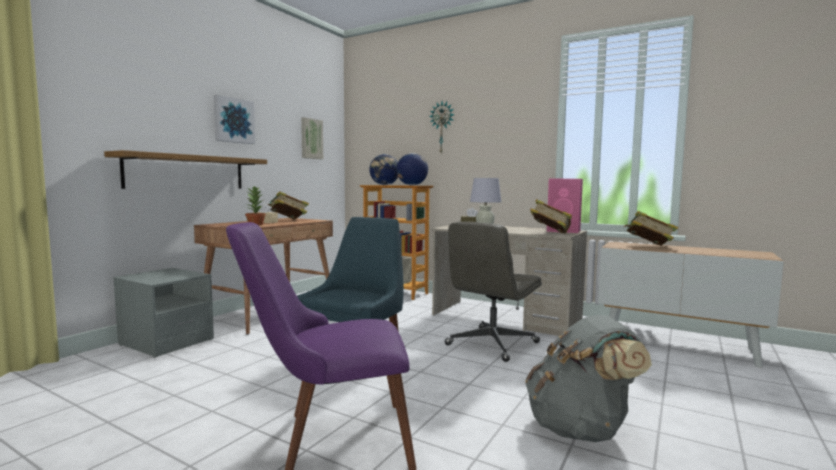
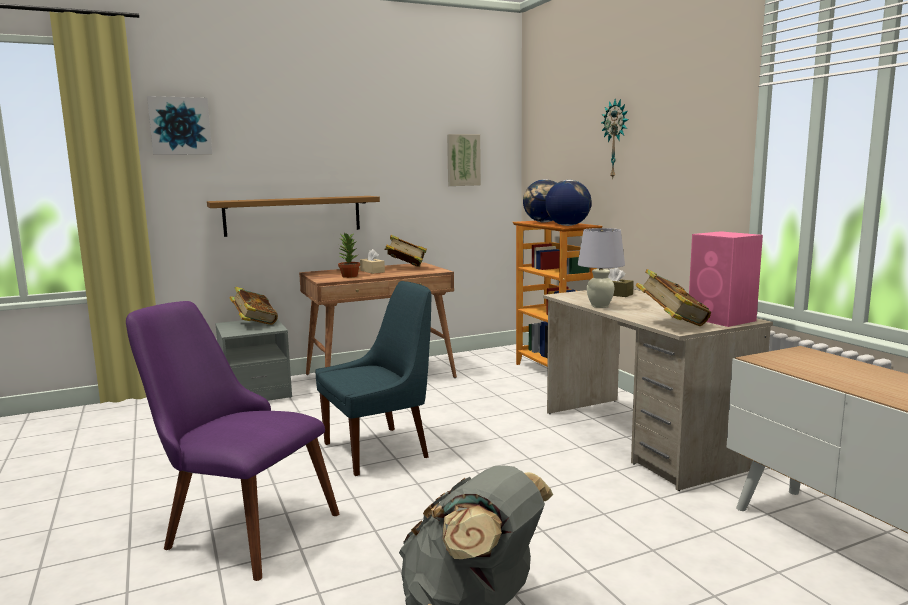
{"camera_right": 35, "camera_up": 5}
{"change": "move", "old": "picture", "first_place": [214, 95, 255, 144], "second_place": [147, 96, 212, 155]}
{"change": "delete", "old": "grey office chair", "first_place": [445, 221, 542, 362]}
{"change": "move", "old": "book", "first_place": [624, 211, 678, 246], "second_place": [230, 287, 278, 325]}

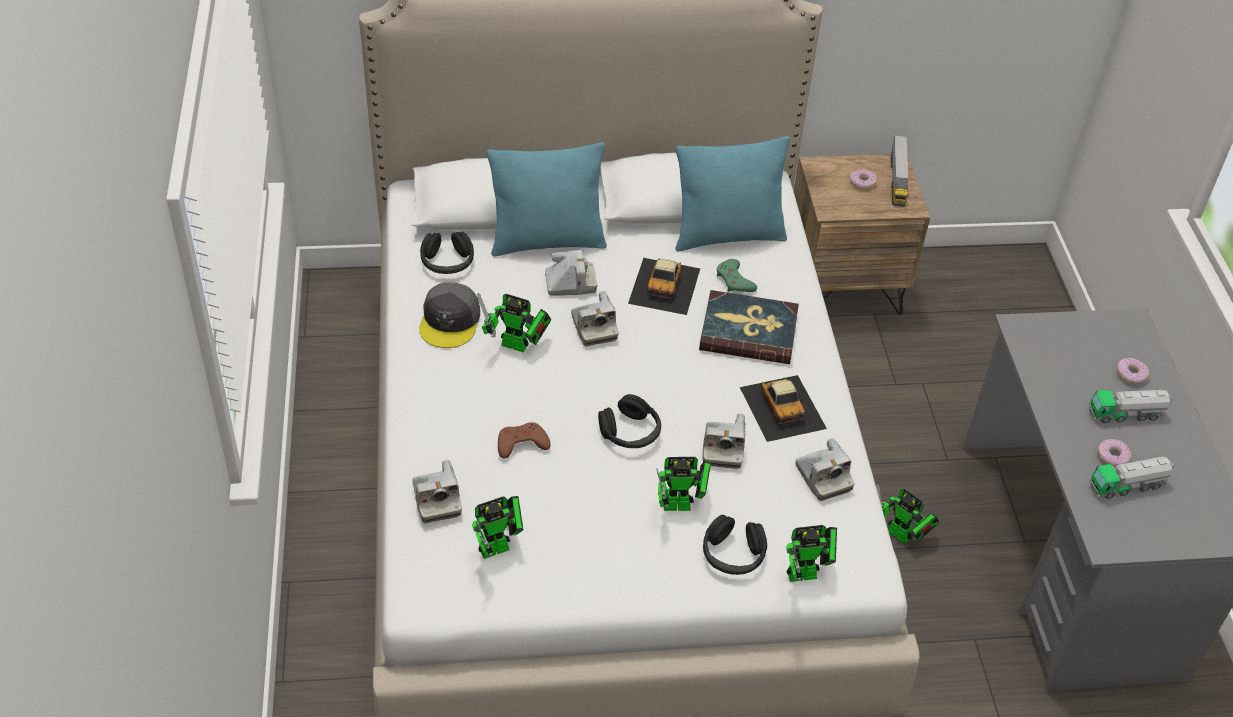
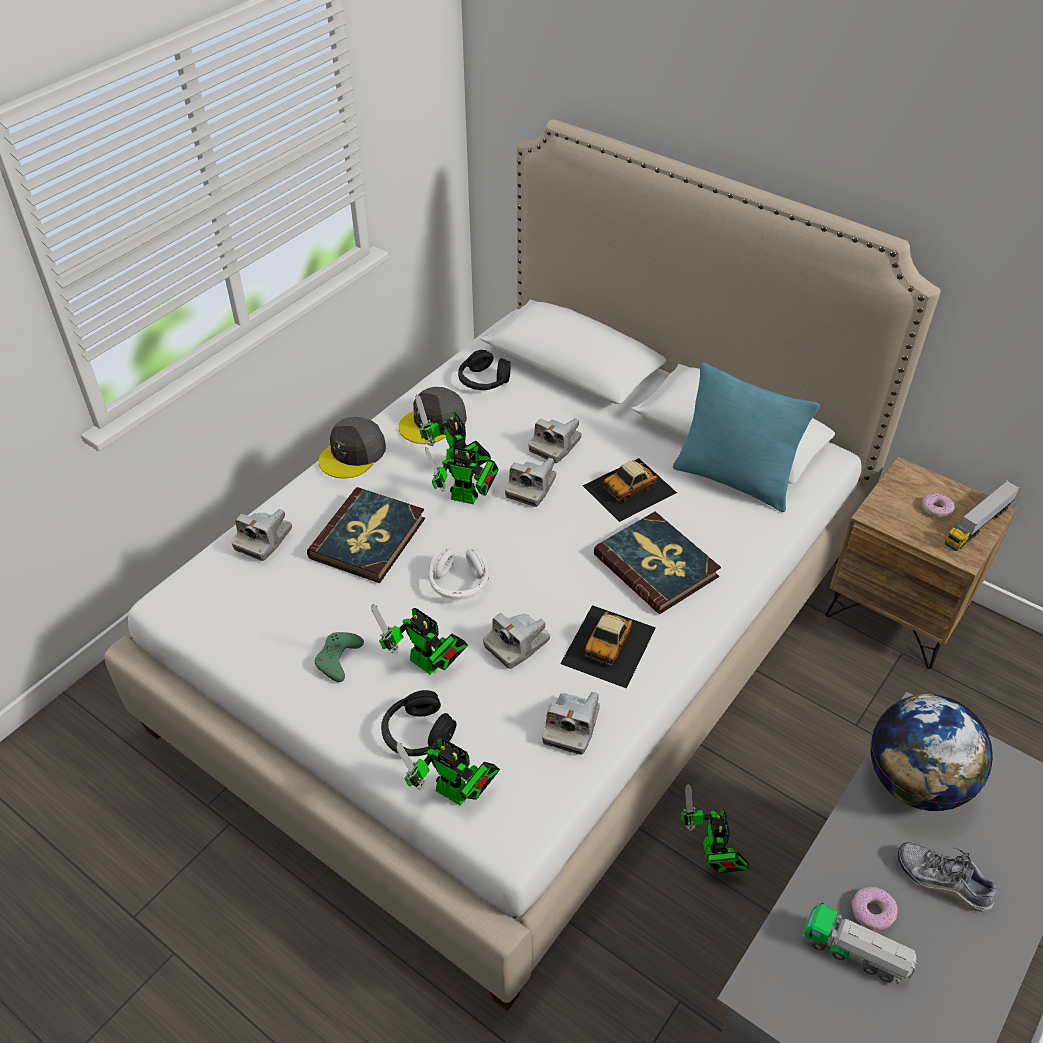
{"camera_right": 45, "camera_up": 0}
{"change": "move", "old": "toy robot", "first_place": [472, 496, 523, 559], "second_place": [425, 447, 499, 504]}
{"change": "delete", "old": "turquoise pillow", "first_place": [487, 142, 607, 256]}
{"change": "replace", "old": "brown game controller", "new": "book", "first_place": [498, 422, 551, 458], "second_place": [307, 487, 425, 583]}
{"change": "rotate", "old": "photo camera", "first_place": [545, 250, 597, 296], "second_place": [528, 418, 582, 463], "degrees": 90}
{"change": "recolor", "old": "black headphones", "new": "white headphones", "first_place": [598, 394, 661, 448], "second_place": [429, 548, 489, 600]}
{"change": "move", "old": "green game controller", "first_place": [717, 259, 757, 292], "second_place": [315, 632, 364, 682]}
{"change": "replace", "old": "toy truck", "new": "shoe", "first_place": [1089, 390, 1173, 423], "second_place": [898, 842, 997, 911]}
{"change": "delete", "old": "donut", "first_place": [1117, 358, 1149, 385]}
{"change": "insert", "new": "grey cap", "second_place": [319, 417, 386, 478]}
{"change": "insert", "new": "globe", "second_place": [870, 694, 993, 811]}

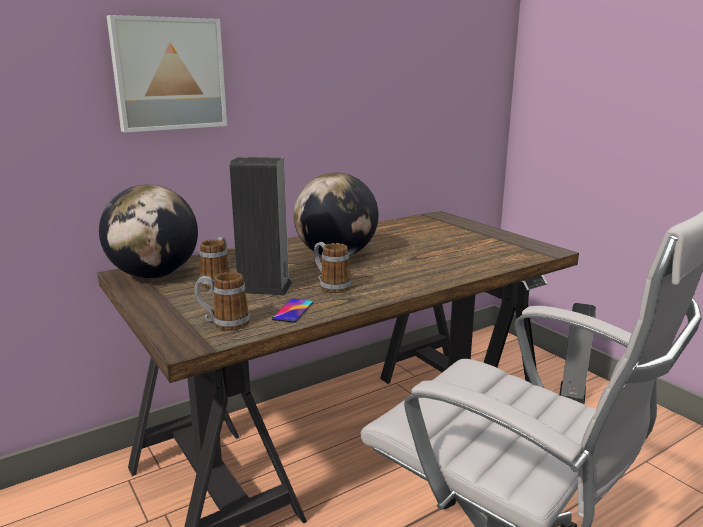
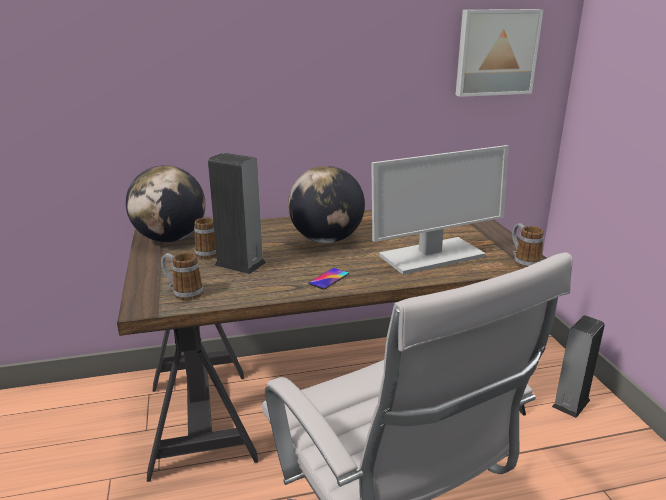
{"camera_right": 20, "camera_up": 5}
{"change": "move", "old": "picture", "first_place": [107, 15, 227, 133], "second_place": [456, 9, 543, 97]}
{"change": "move", "old": "phone", "first_place": [272, 298, 313, 323], "second_place": [308, 268, 349, 289]}
{"change": "move", "old": "mug", "first_place": [314, 242, 351, 293], "second_place": [512, 223, 544, 268]}
{"change": "insert", "new": "monitor", "second_place": [371, 145, 509, 275]}

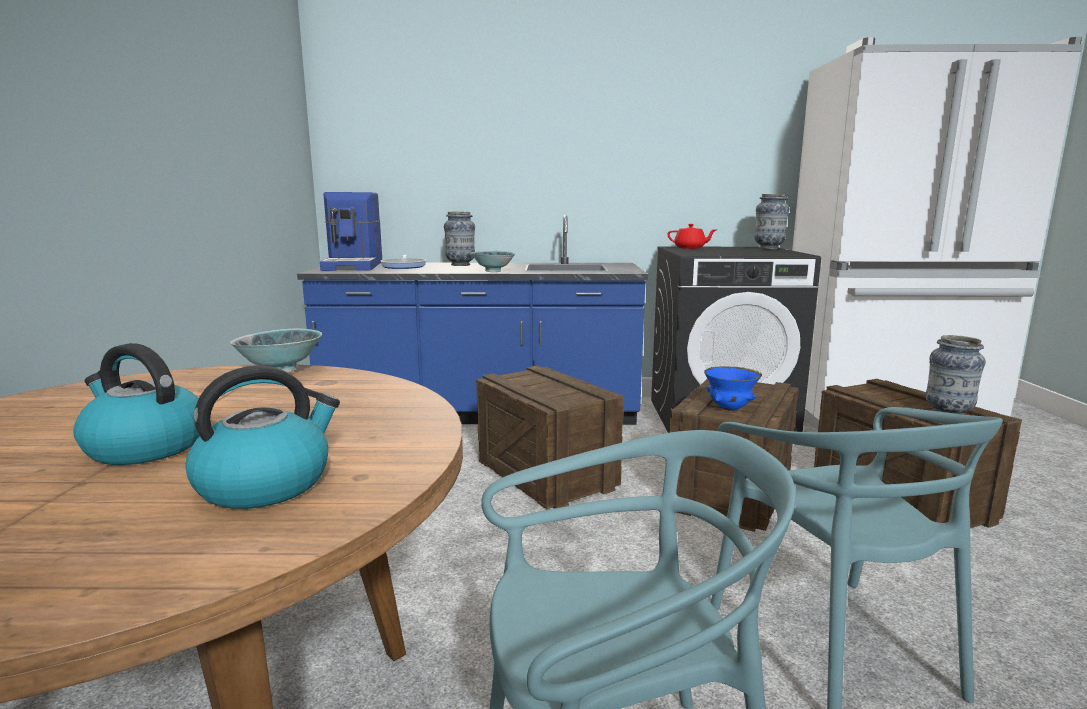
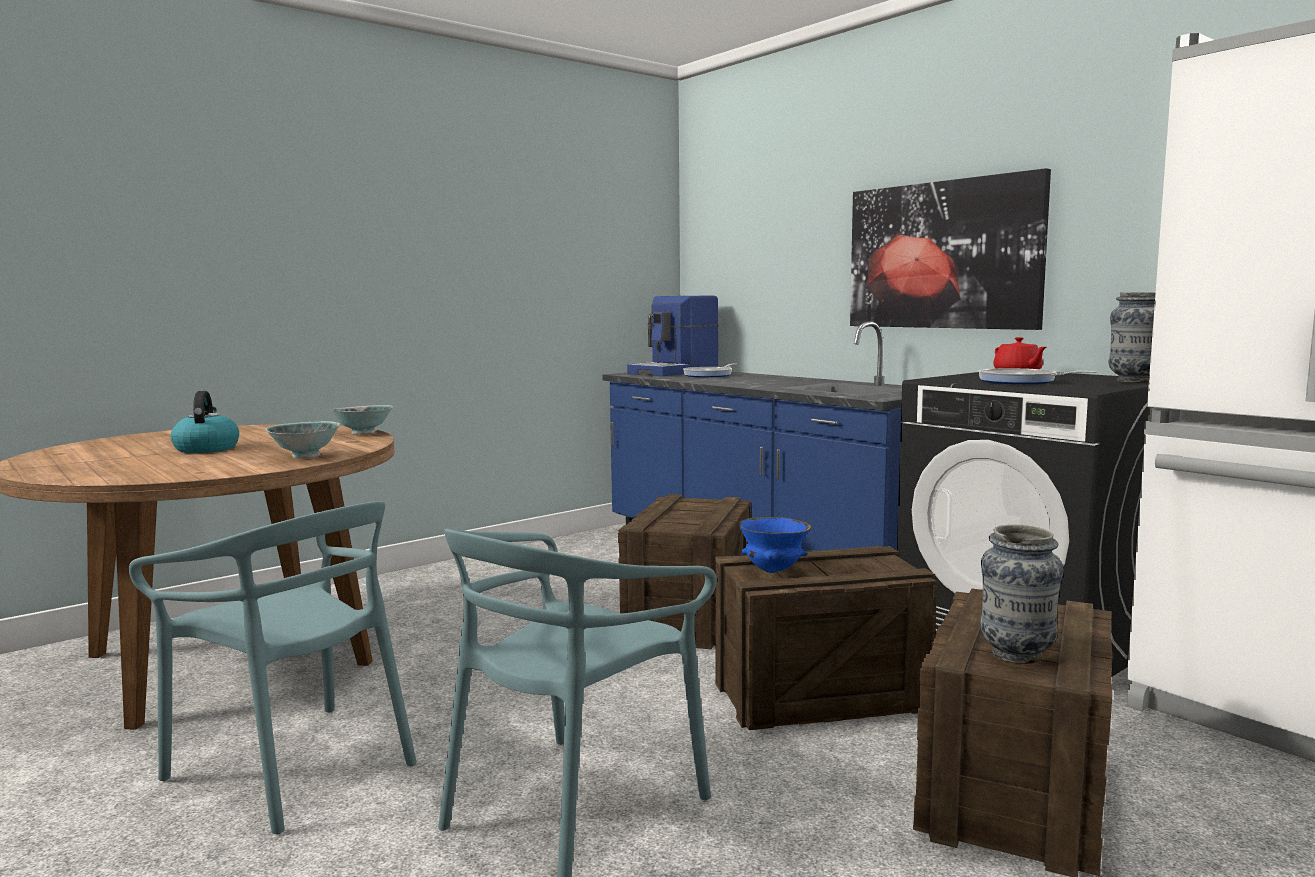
{"camera_right": 50, "camera_up": -5}
{"change": "delete", "old": "kettle", "first_place": [186, 365, 340, 509]}
{"change": "delete", "old": "vase", "first_place": [444, 212, 475, 266]}
{"change": "move", "old": "bowl", "first_place": [471, 251, 515, 272], "second_place": [266, 421, 340, 458]}
{"change": "insert", "new": "picture", "second_place": [850, 168, 1051, 330]}
{"change": "insert", "new": "frying pan", "second_place": [978, 368, 1096, 384]}

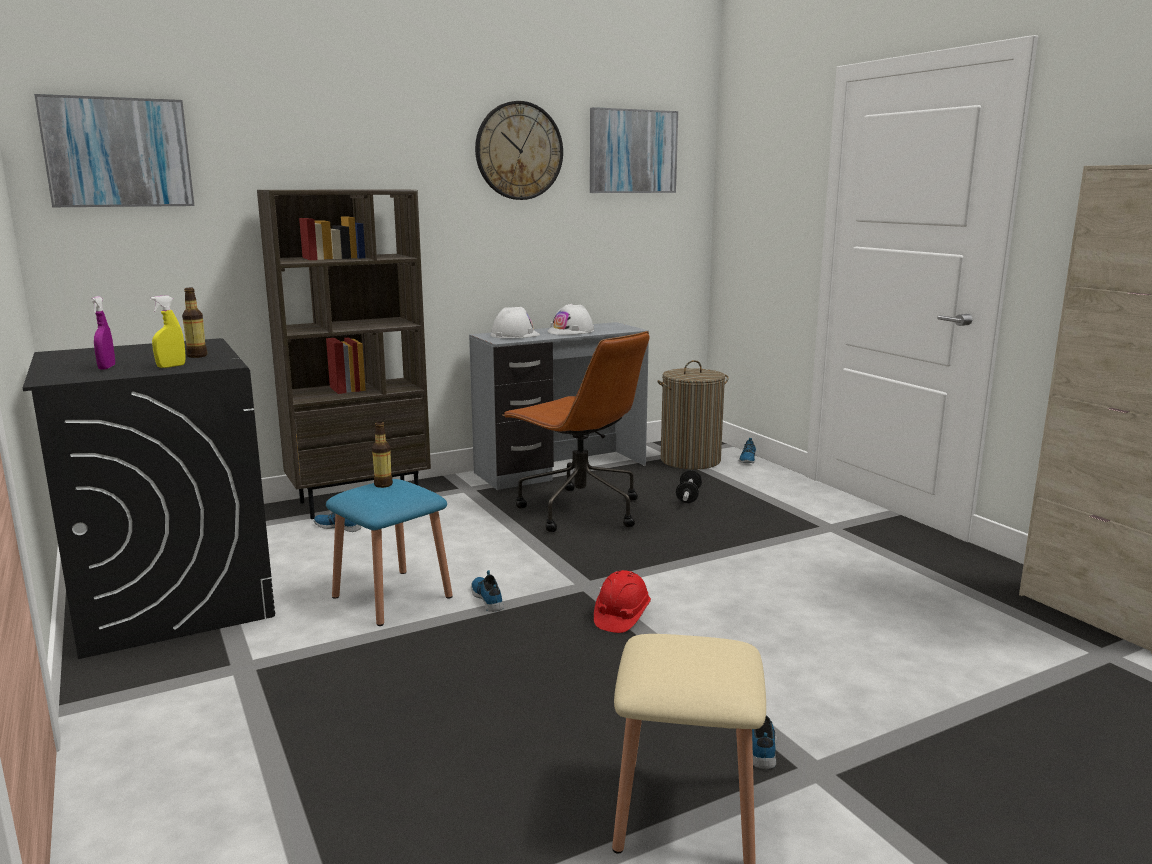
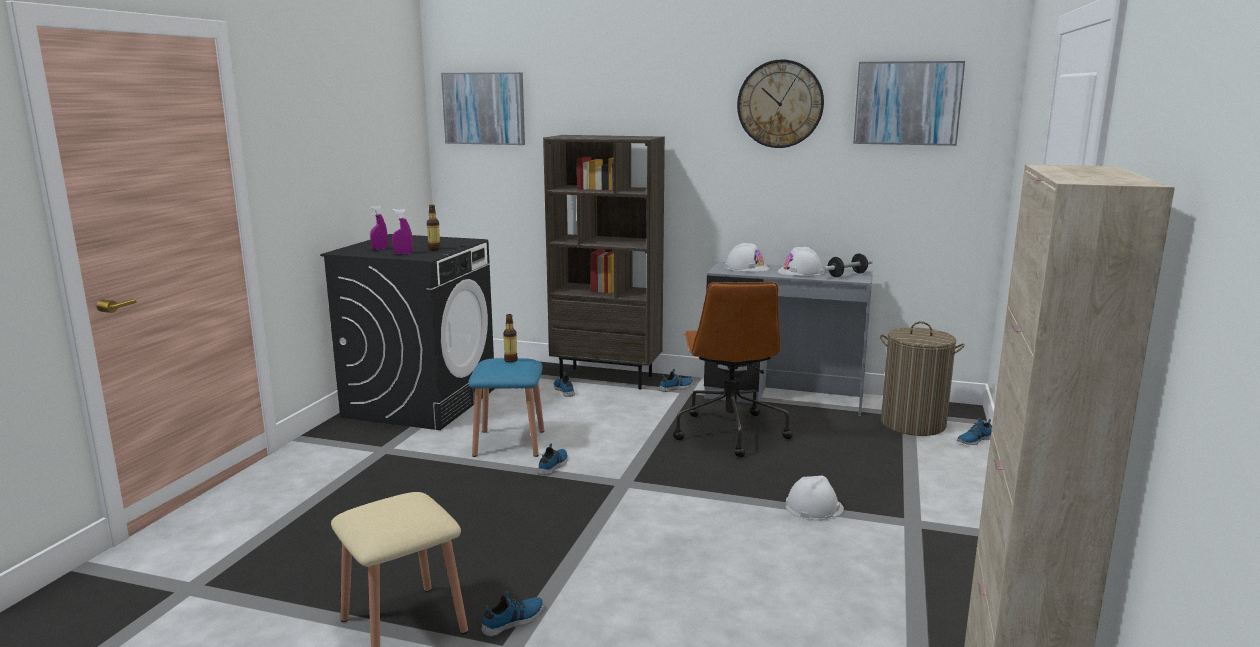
{"camera_right": 45, "camera_up": 0}
{"change": "recolor", "old": "yellow spray bottle", "new": "purple spray bottle", "first_place": [150, 295, 186, 368], "second_place": [392, 209, 413, 254]}
{"change": "delete", "old": "red hard hat", "first_place": [594, 570, 651, 633]}
{"change": "move", "old": "dumbbell", "first_place": [676, 470, 702, 503], "second_place": [822, 254, 873, 277]}
{"change": "insert", "new": "shoe", "second_place": [659, 369, 693, 392]}
{"change": "insert", "new": "white hard hat", "second_place": [785, 476, 844, 520]}

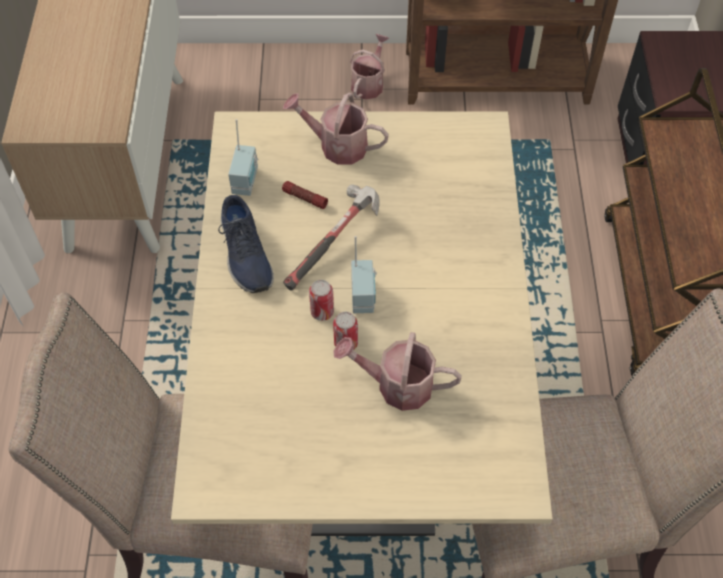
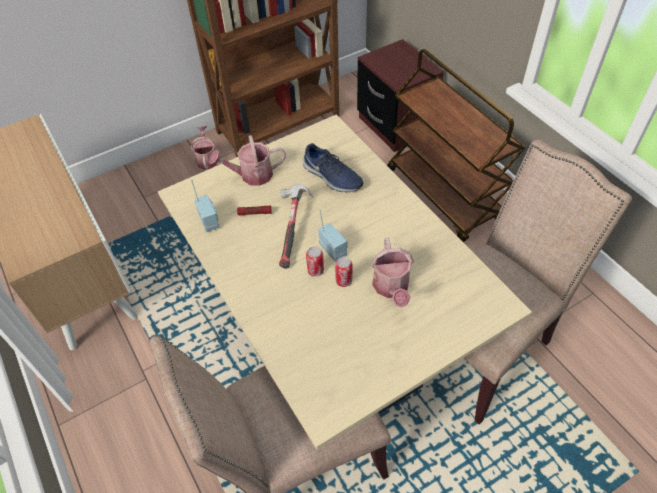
{"camera_right": -30, "camera_up": -5}
{"change": "move", "old": "blue shoe", "first_place": [218, 195, 274, 293], "second_place": [302, 143, 364, 192]}
{"change": "rotate", "old": "watering can", "first_place": [333, 332, 462, 411], "second_place": [371, 238, 414, 308], "degrees": -75}

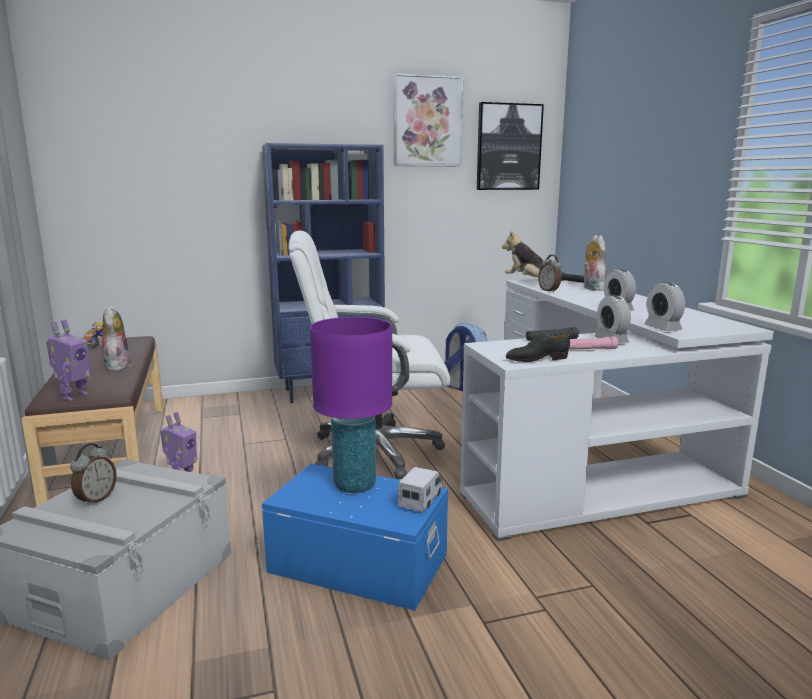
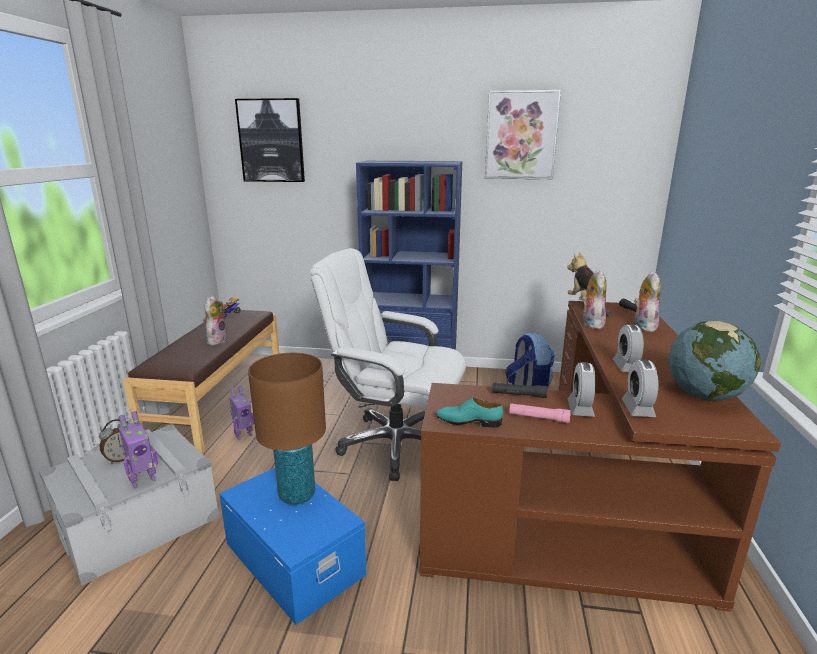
{"camera_right": 25, "camera_up": 5}
{"change": "move", "old": "toy robot", "first_place": [46, 320, 91, 401], "second_place": [119, 411, 158, 488]}
{"change": "recolor", "old": "purple table lamp", "new": "brown table lamp", "first_place": [310, 317, 392, 493], "second_place": [248, 353, 326, 505]}
{"change": "delete", "old": "toy truck", "first_place": [398, 467, 443, 512]}
{"change": "recolor", "old": "white desk", "new": "brown desk", "first_place": [460, 279, 774, 541], "second_place": [420, 301, 781, 612]}
{"change": "move", "old": "picture", "first_place": [477, 102, 544, 190], "second_place": [235, 98, 305, 182]}
{"change": "recolor", "old": "black shoe", "new": "turquoise shoe", "first_place": [506, 333, 570, 362], "second_place": [436, 398, 503, 428]}
{"change": "replace", "old": "alarm clock", "new": "plush toy", "first_place": [538, 255, 562, 293], "second_place": [581, 269, 607, 329]}
{"change": "insert", "new": "globe", "second_place": [668, 321, 761, 401]}

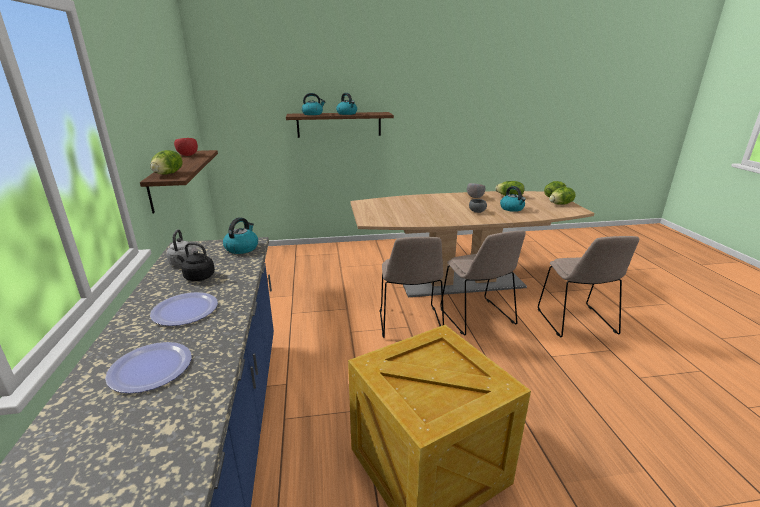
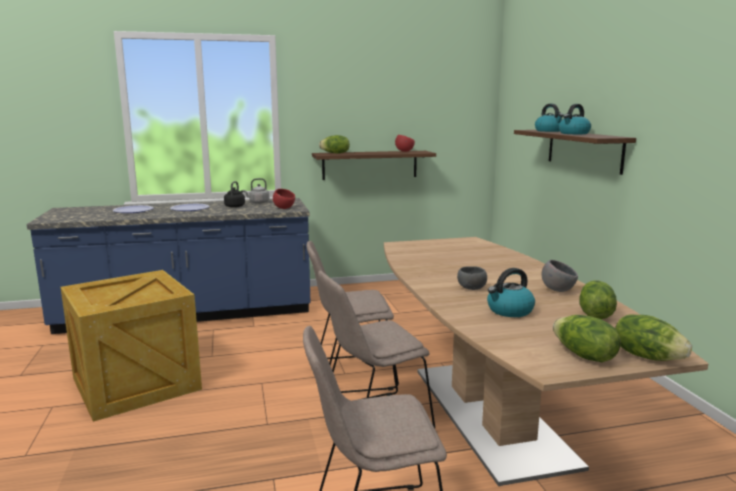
{"camera_right": 85, "camera_up": -10}
{"change": "replace", "old": "kettle", "new": "red bowl", "first_place": [223, 217, 258, 254], "second_place": [273, 189, 295, 209]}

